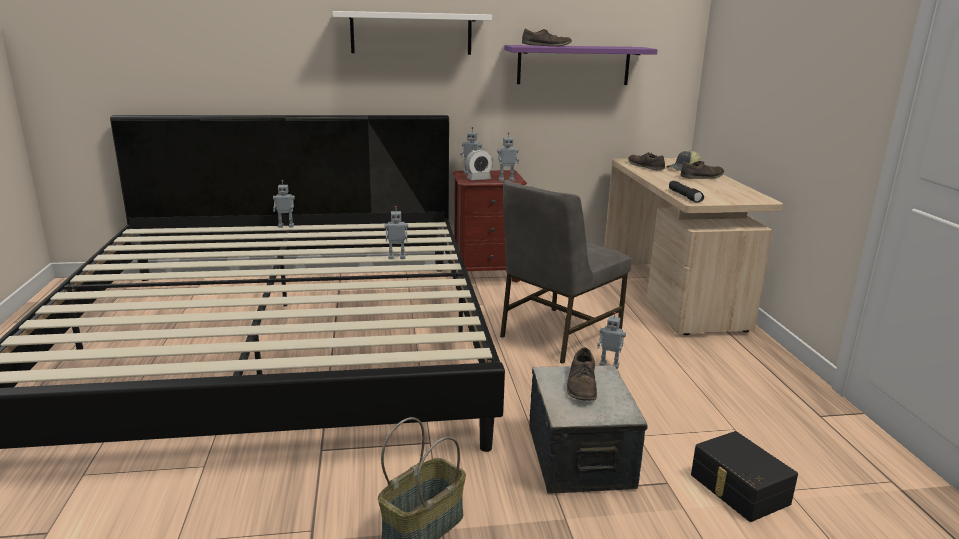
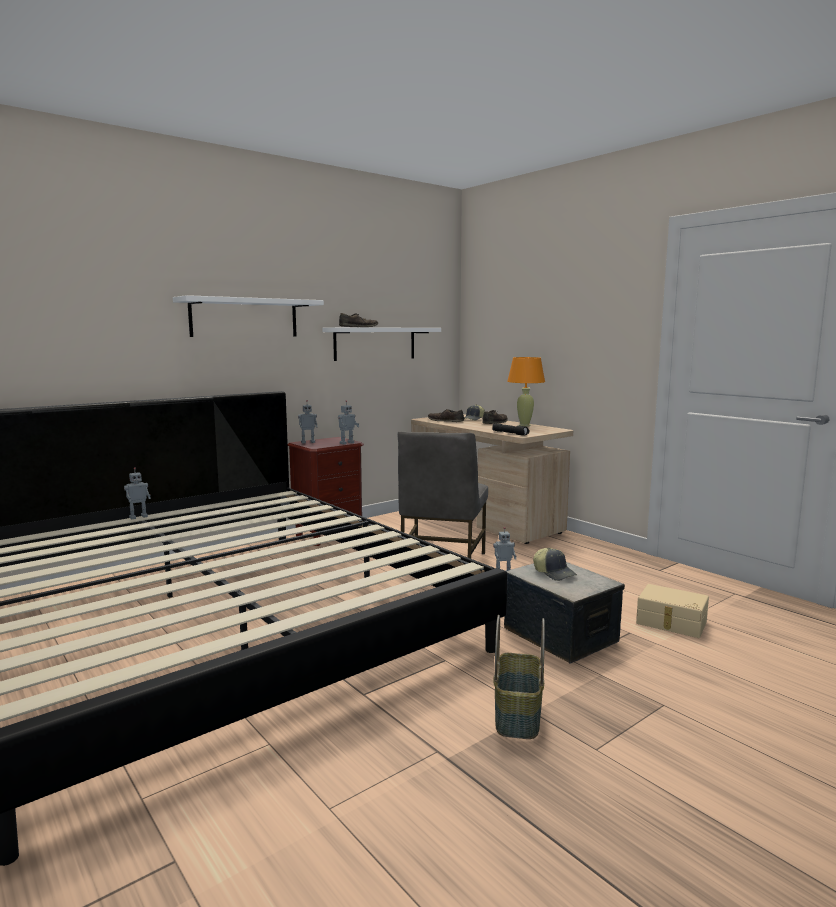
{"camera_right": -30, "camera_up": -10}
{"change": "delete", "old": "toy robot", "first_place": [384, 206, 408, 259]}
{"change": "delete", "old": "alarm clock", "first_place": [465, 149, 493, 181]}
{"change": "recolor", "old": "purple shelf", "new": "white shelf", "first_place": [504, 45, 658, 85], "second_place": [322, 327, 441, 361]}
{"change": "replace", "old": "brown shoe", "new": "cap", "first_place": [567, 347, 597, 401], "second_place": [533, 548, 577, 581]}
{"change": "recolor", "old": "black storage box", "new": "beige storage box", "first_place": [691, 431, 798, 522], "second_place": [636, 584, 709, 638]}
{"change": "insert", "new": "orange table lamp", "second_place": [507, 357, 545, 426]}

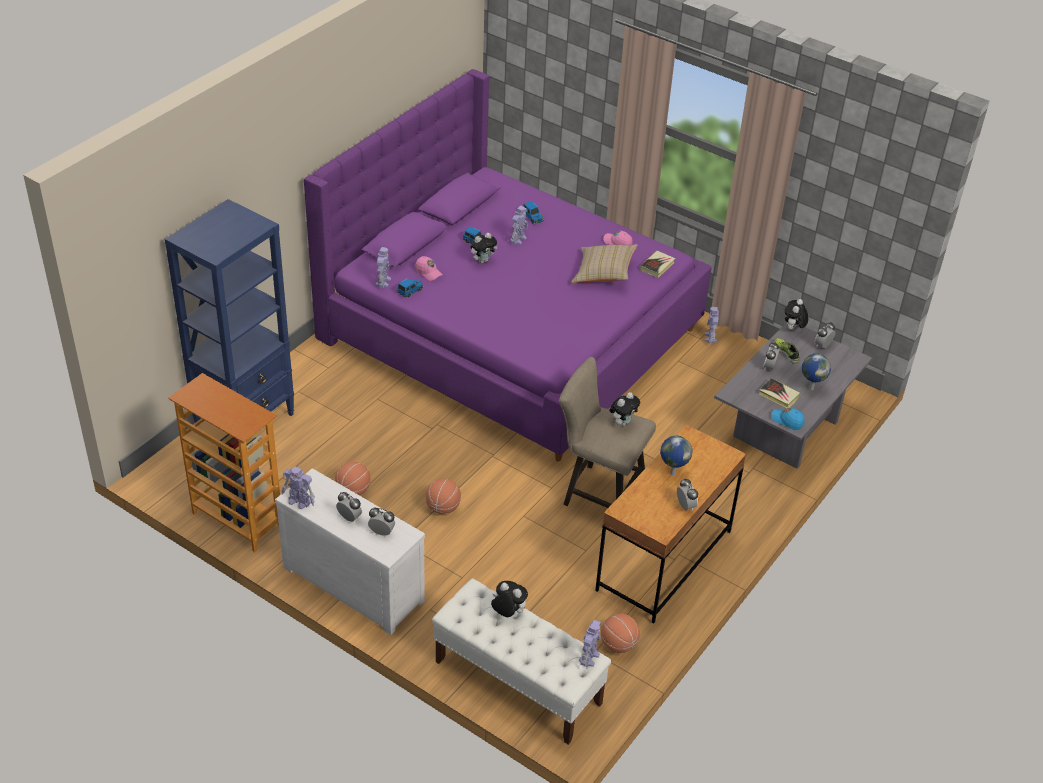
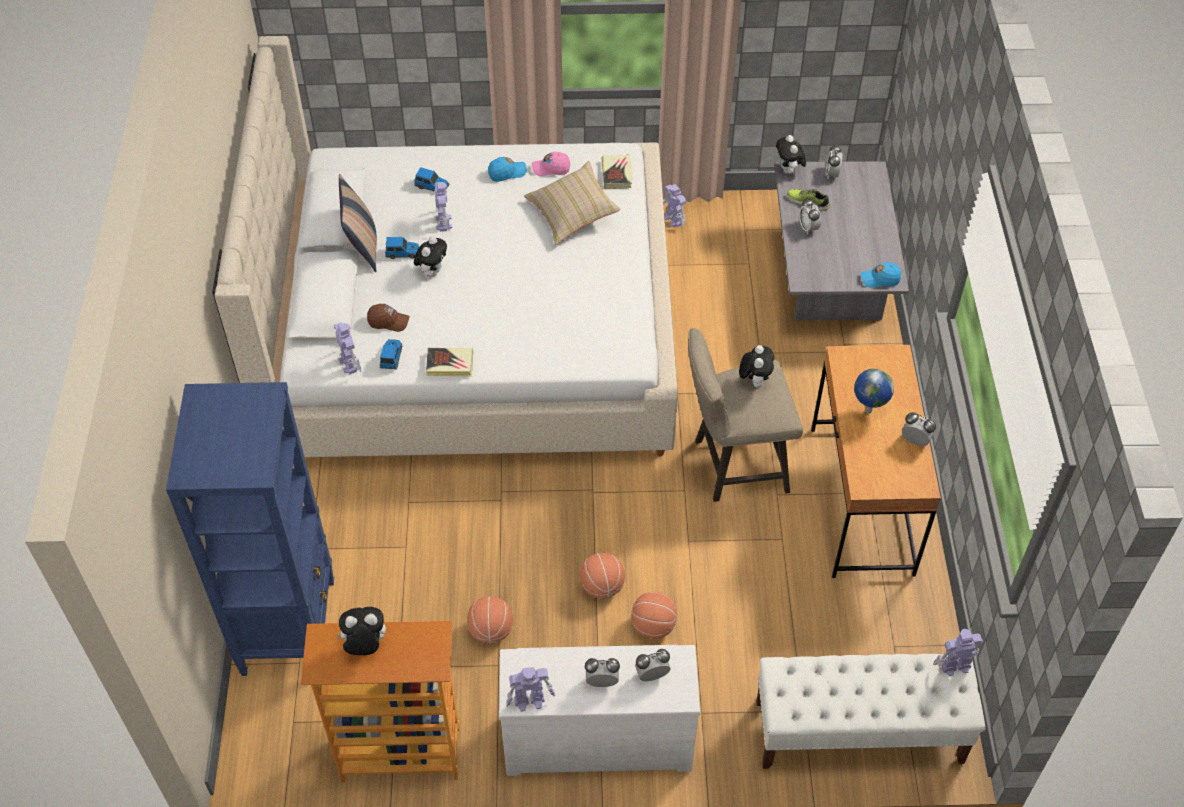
{"camera_right": -35, "camera_up": 10}
{"change": "recolor", "old": "purple bed", "new": "beige bed", "first_place": [304, 69, 712, 462], "second_place": [212, 36, 678, 469]}
{"change": "recolor", "old": "pink cap", "new": "brown cap", "first_place": [415, 256, 443, 281], "second_place": [367, 304, 410, 332]}
{"change": "move", "old": "plush toy", "first_place": [491, 581, 528, 617], "second_place": [336, 607, 386, 655]}
{"change": "rotate", "old": "toy robot", "first_place": [579, 620, 601, 669], "second_place": [933, 629, 983, 676], "degrees": -90}
{"change": "move", "old": "basketball", "first_place": [601, 613, 640, 653], "second_place": [631, 592, 677, 639]}
{"change": "move", "old": "book", "first_place": [759, 378, 801, 408], "second_place": [426, 348, 473, 376]}
{"change": "delete", "old": "globe", "first_place": [802, 354, 831, 390]}
{"change": "insert", "new": "pillow", "second_place": [339, 174, 377, 272]}
{"change": "insert", "new": "blue cap", "second_place": [488, 157, 527, 182]}

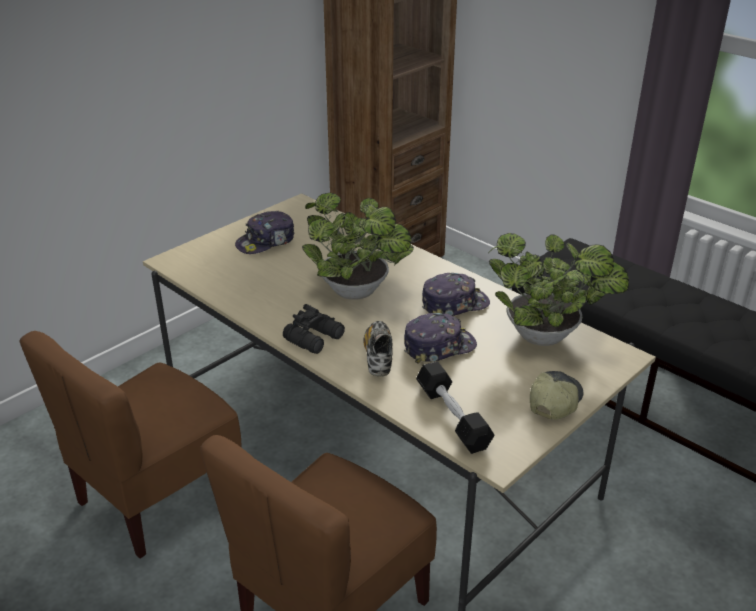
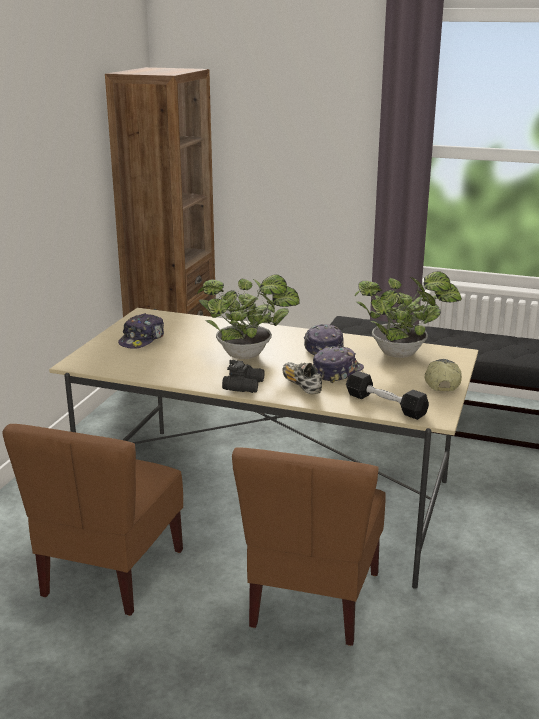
{"camera_right": -25, "camera_up": -10}
{"change": "rotate", "old": "cap", "first_place": [422, 273, 490, 316], "second_place": [304, 324, 344, 355], "degrees": -45}

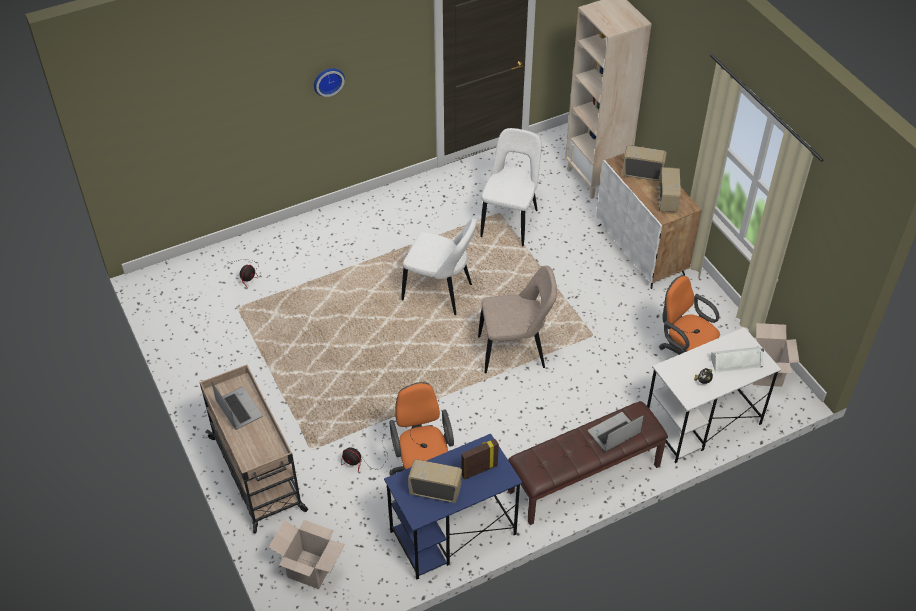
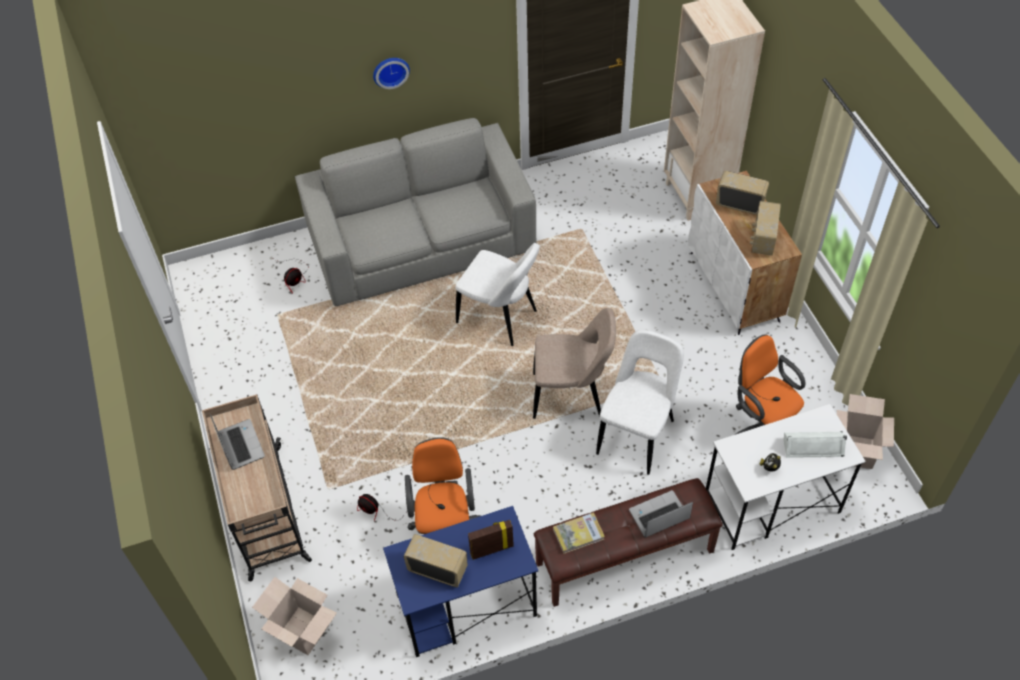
{"camera_right": 10, "camera_up": 5}
{"change": "move", "old": "white chair", "first_place": [480, 128, 542, 247], "second_place": [596, 330, 684, 475]}
{"change": "insert", "new": "grey sofa", "second_place": [295, 118, 537, 306]}
{"change": "insert", "new": "book", "second_place": [553, 512, 605, 554]}

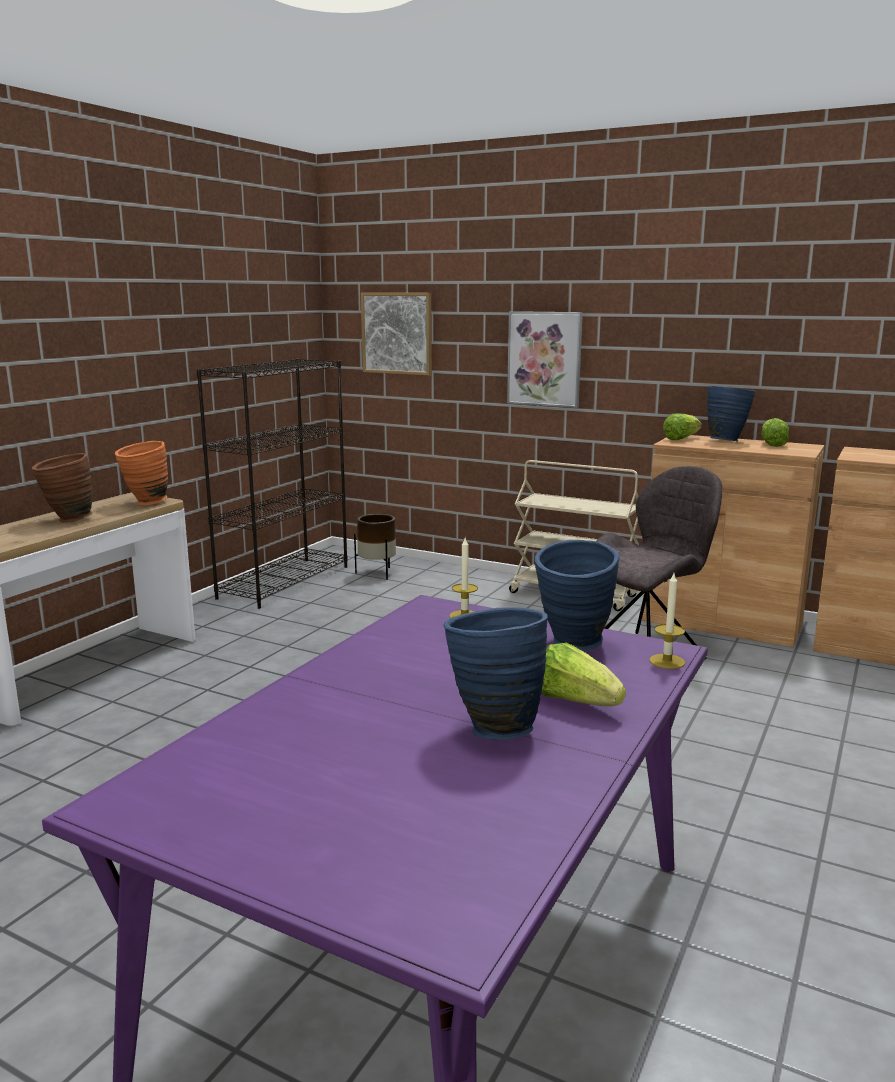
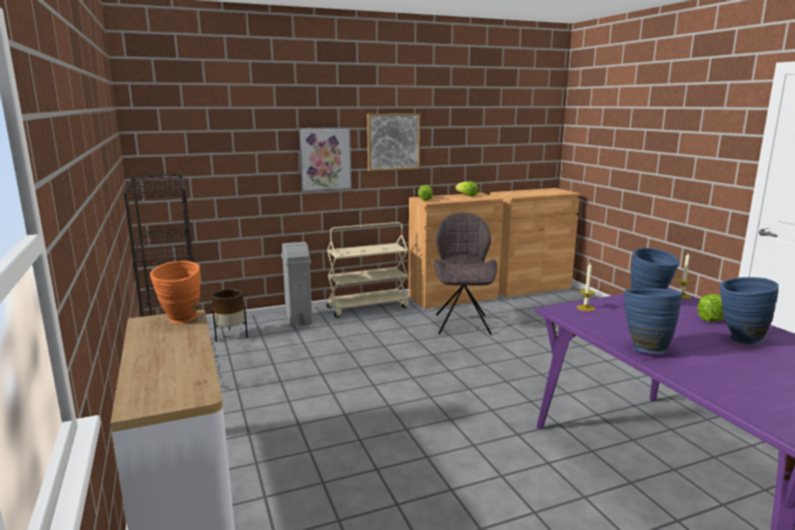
{"camera_right": -50, "camera_up": 0}
{"change": "delete", "old": "brown vase", "first_place": [32, 453, 92, 523]}
{"change": "move", "old": "picture", "first_place": [361, 293, 432, 375], "second_place": [367, 113, 420, 171]}
{"change": "move", "old": "blue vase", "first_place": [707, 386, 755, 441], "second_place": [624, 288, 682, 354]}
{"change": "insert", "new": "grey trash can", "second_place": [281, 242, 312, 327]}

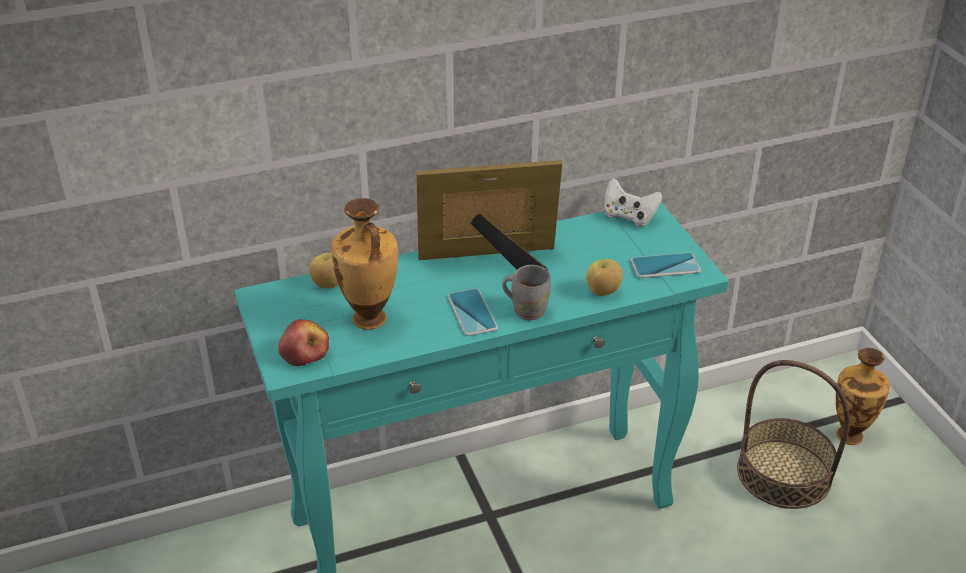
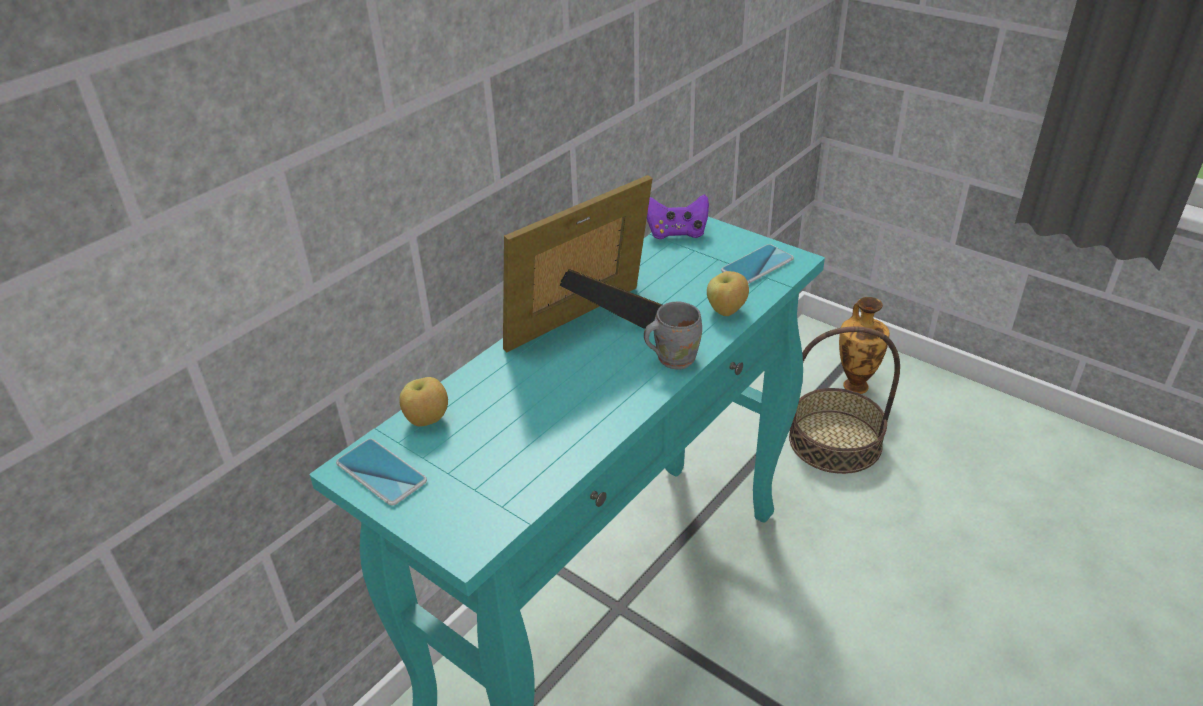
{"camera_right": -30, "camera_up": 0}
{"change": "delete", "old": "apple", "first_place": [278, 319, 329, 366]}
{"change": "delete", "old": "vase", "first_place": [331, 198, 398, 330]}
{"change": "move", "old": "phone", "first_place": [448, 288, 498, 336], "second_place": [336, 439, 427, 505]}
{"change": "recolor", "old": "white game controller", "new": "purple game controller", "first_place": [604, 178, 663, 227], "second_place": [647, 194, 709, 239]}

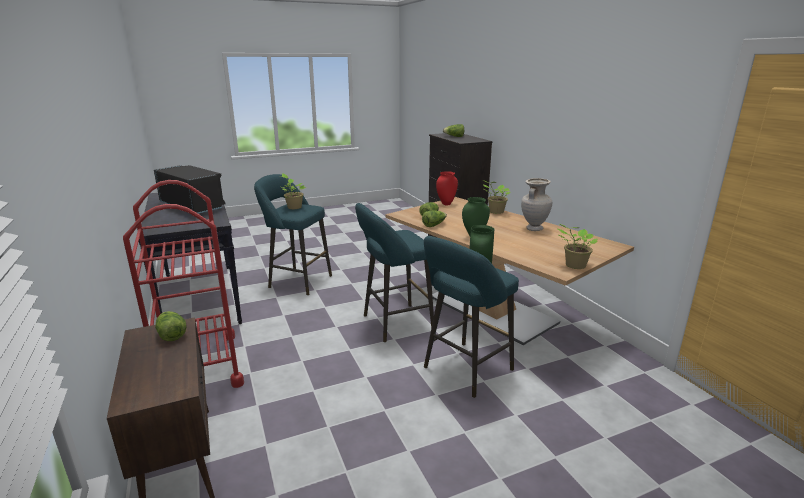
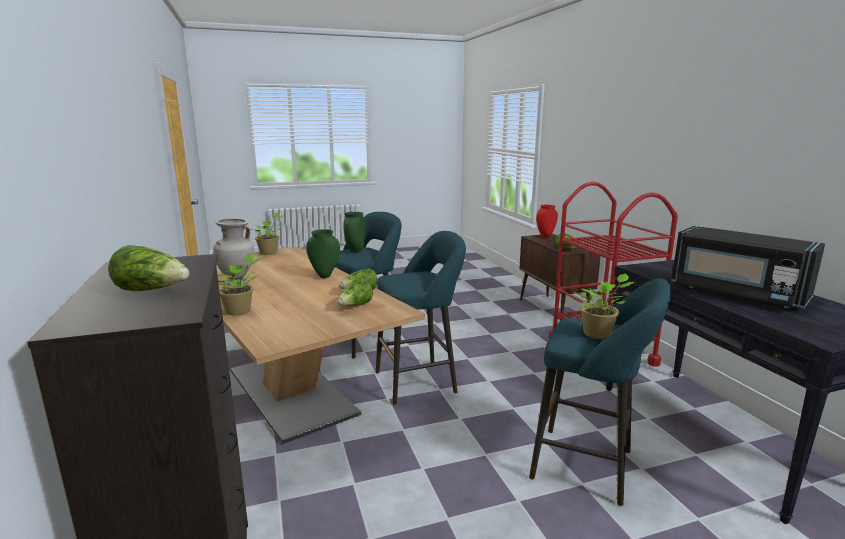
{"camera_right": -175, "camera_up": -5}
{"change": "move", "old": "red vase", "first_place": [436, 171, 458, 205], "second_place": [536, 205, 558, 238]}

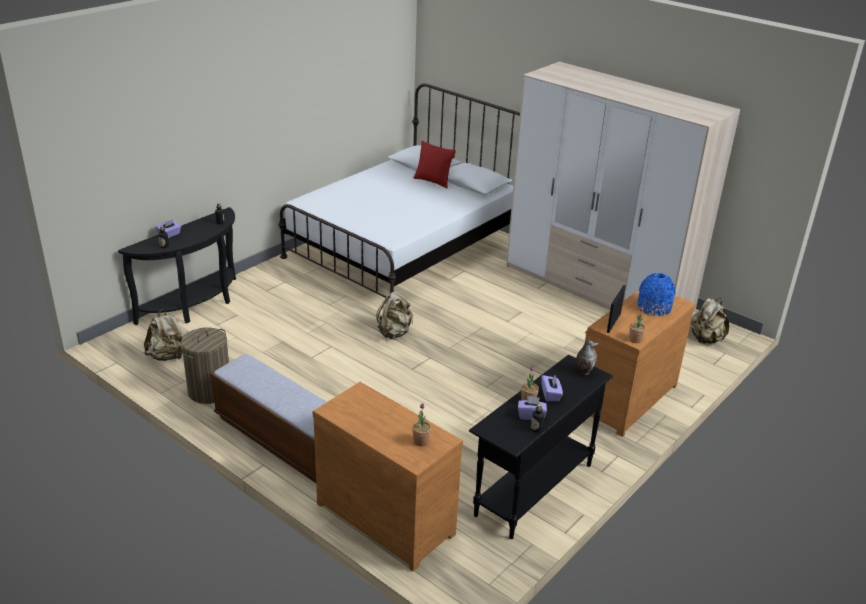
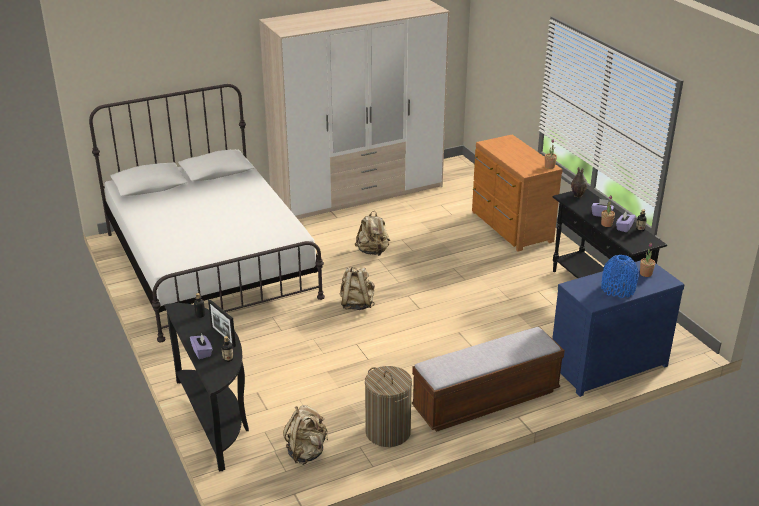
{"camera_right": -65, "camera_up": 0}
{"change": "recolor", "old": "brown dresser", "new": "blue dresser", "first_place": [313, 382, 463, 571], "second_place": [552, 260, 684, 397]}
{"change": "delete", "old": "red pillow", "first_place": [413, 141, 456, 188]}
{"change": "move", "old": "picture frame", "first_place": [607, 285, 626, 333], "second_place": [208, 300, 236, 347]}
{"change": "move", "old": "blue vase", "first_place": [638, 273, 676, 316], "second_place": [601, 255, 639, 298]}
{"change": "move", "old": "beige backpack", "first_place": [690, 298, 729, 344], "second_place": [355, 211, 390, 256]}

